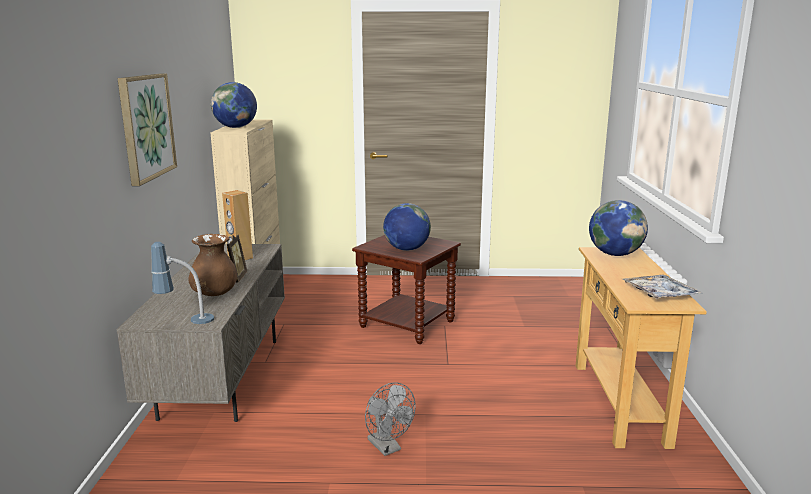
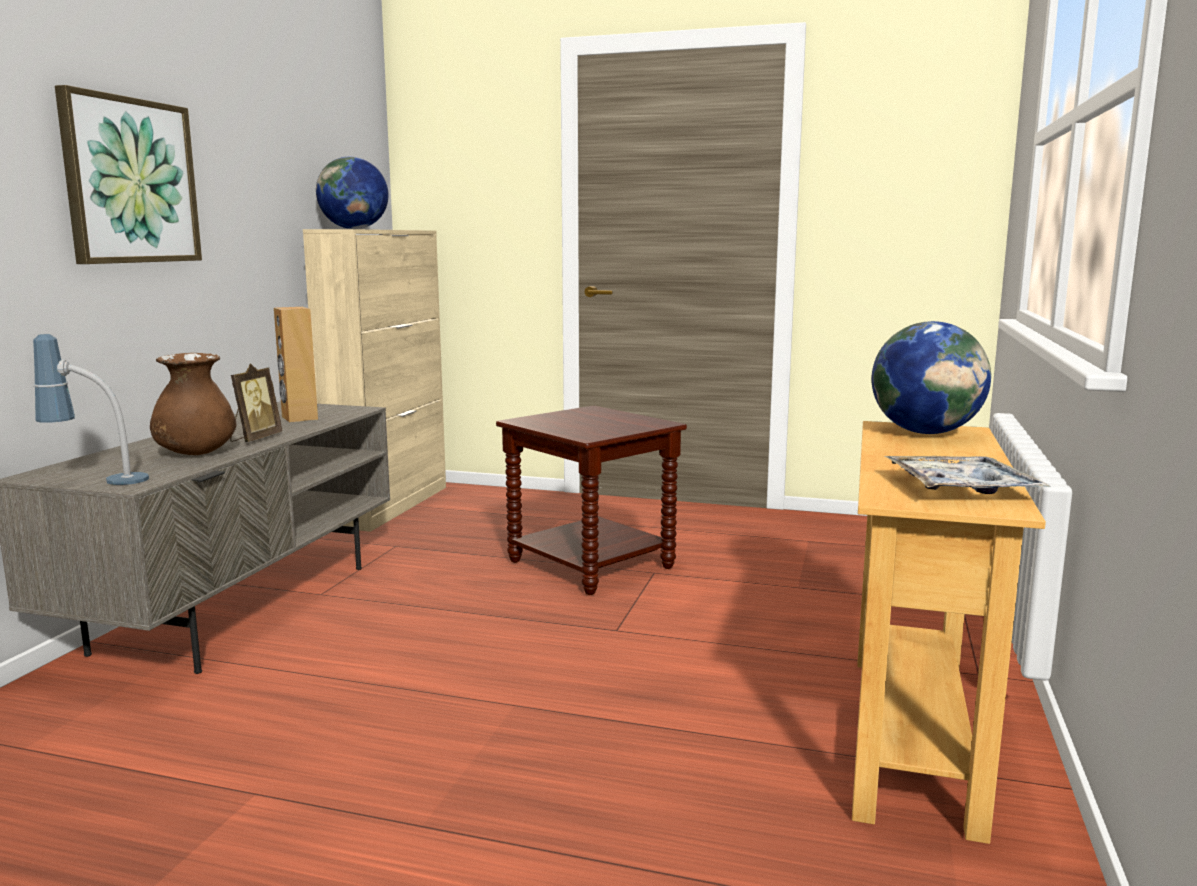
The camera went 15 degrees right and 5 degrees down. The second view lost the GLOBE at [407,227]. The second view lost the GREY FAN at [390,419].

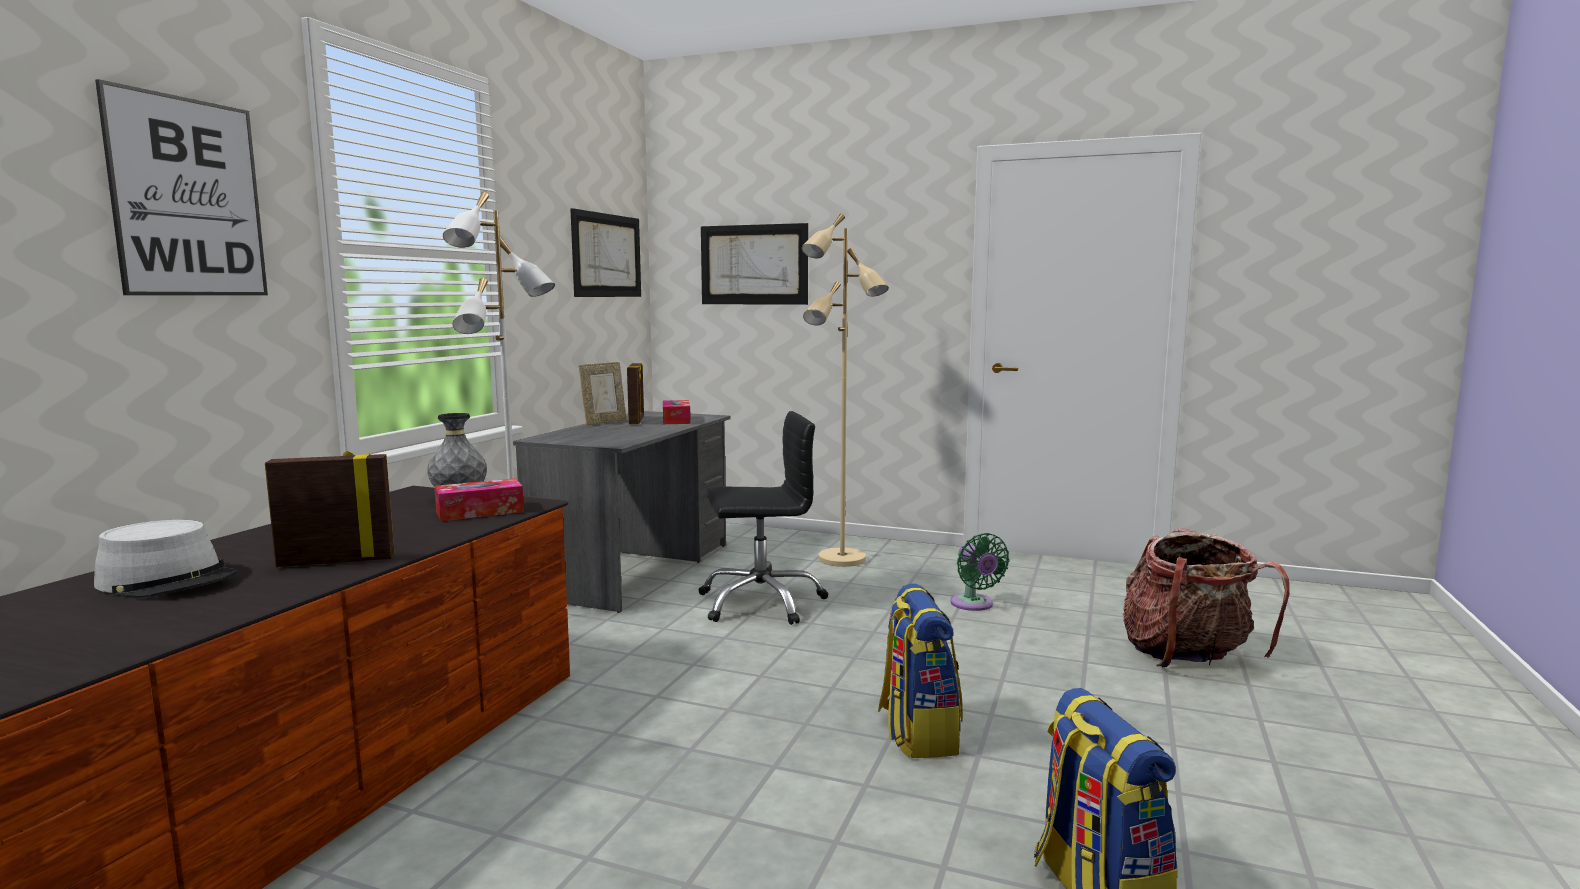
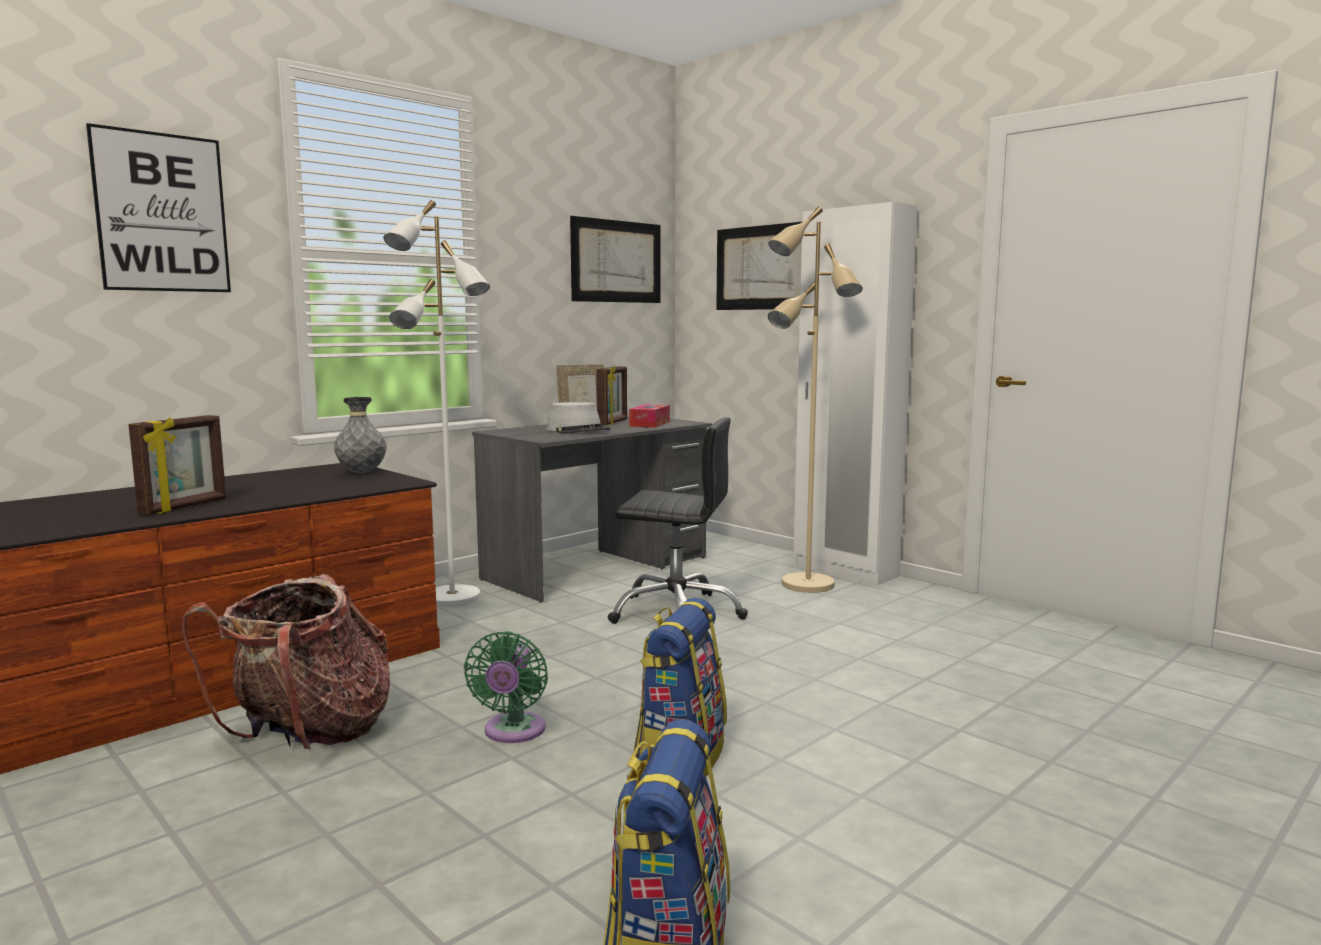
The camera went 25 degrees right and 0 degrees up. The PICTURE FRAME at [329,509] ended up facing another way, 105 degrees clockwise from before. The second view lost the TISSUE BOX at [479,499]. The GREY HAT ended up elsewhere, having gone from [166,559] to [578,418]. The BACKPACK ended up elsewhere, having gone from [1206,598] to [286,662]. The GREEN FAN ended up elsewhere, having gone from [980,572] to [506,687]. The second view gained the WHITE WARDROBE at [856,393].

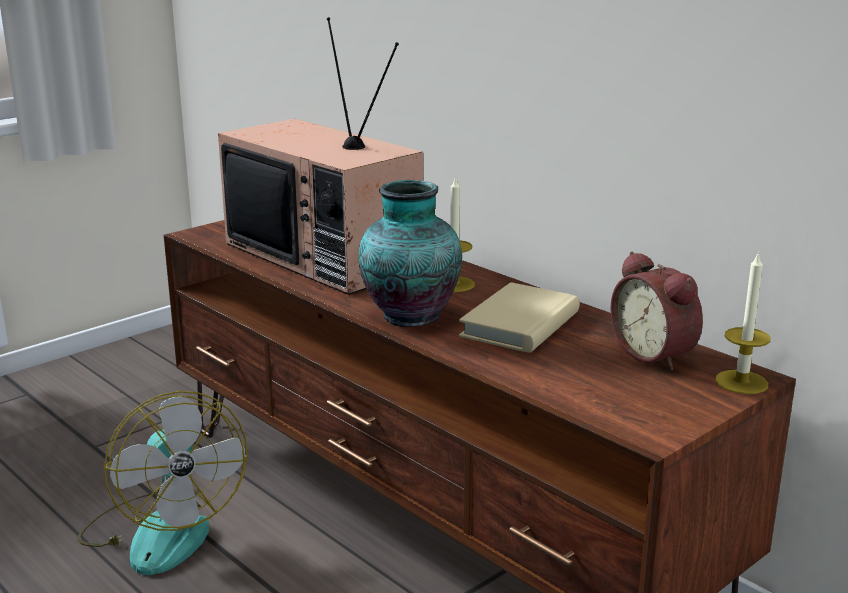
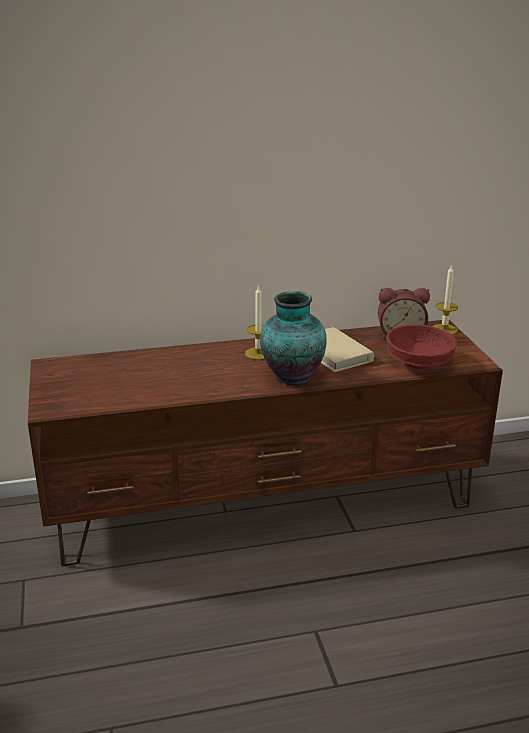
The camera went 60 degrees left and 5 degrees up. The second view lost the TELEVISION at [320,156]. The second view lost the FAN at [162,483]. The second view gained the RED BOWL at [421,346].

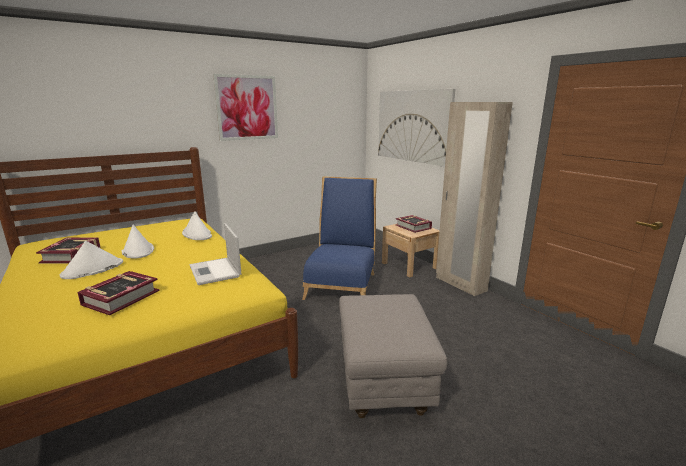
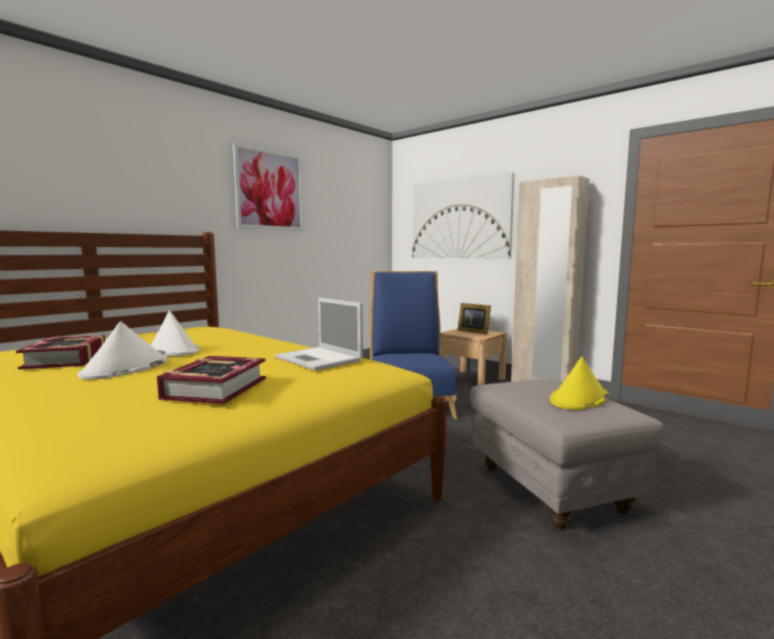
The camera went 15 degrees left and 10 degrees down. The second view lost the WHITE HAT at [197,225]. Where the BOOK stood at [414,224], the PICTURE FRAME came to stand at [474,318]. The second view gained the YELLOW HAT at [579,383].

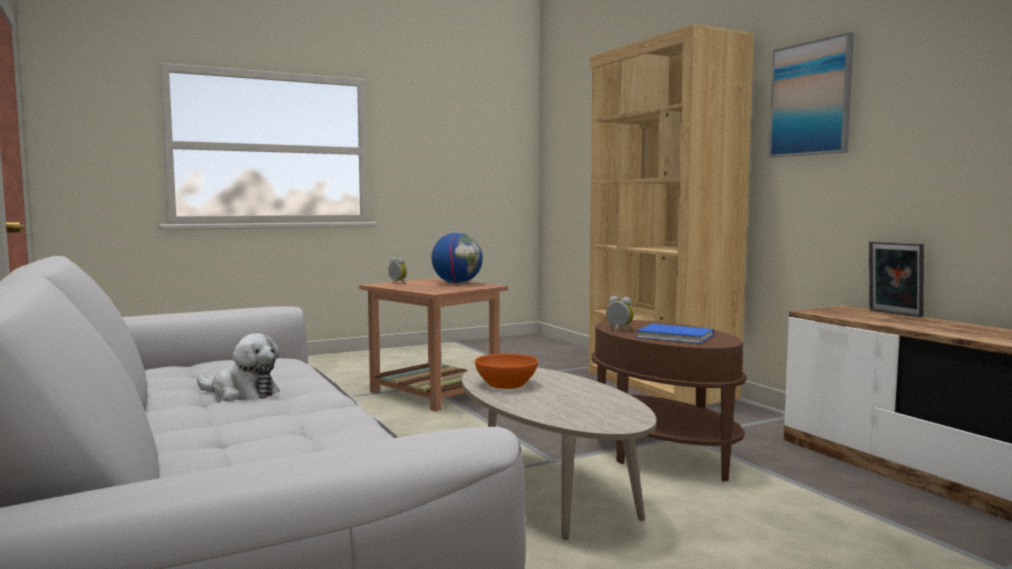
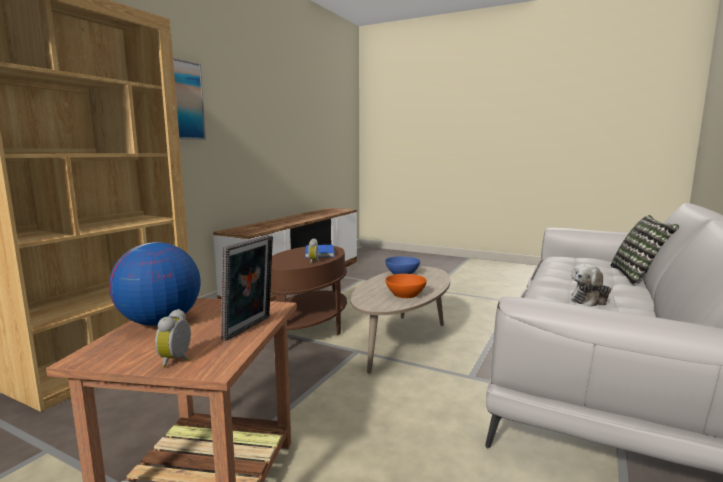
The camera went 125 degrees left and 5 degrees up. The PICTURE FRAME ended up elsewhere, having gone from [896,279] to [247,288]. The PLUSH TOY at [238,367] ended up facing another way, 105 degrees counterclockwise from before. The second view gained the PILLOW at [645,250]. The second view gained the BLUE BOWL at [402,265].

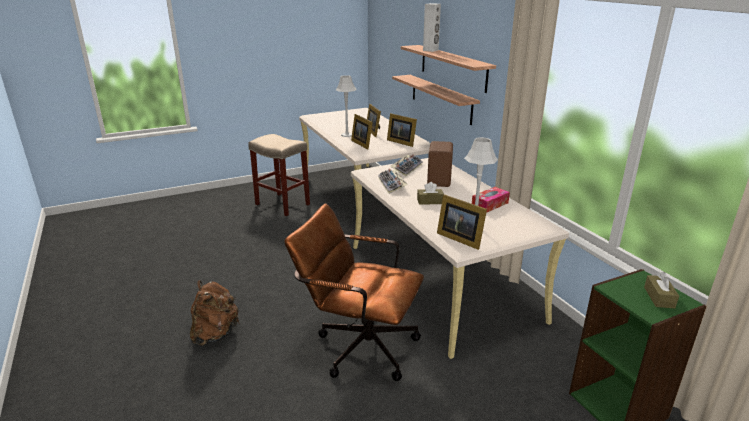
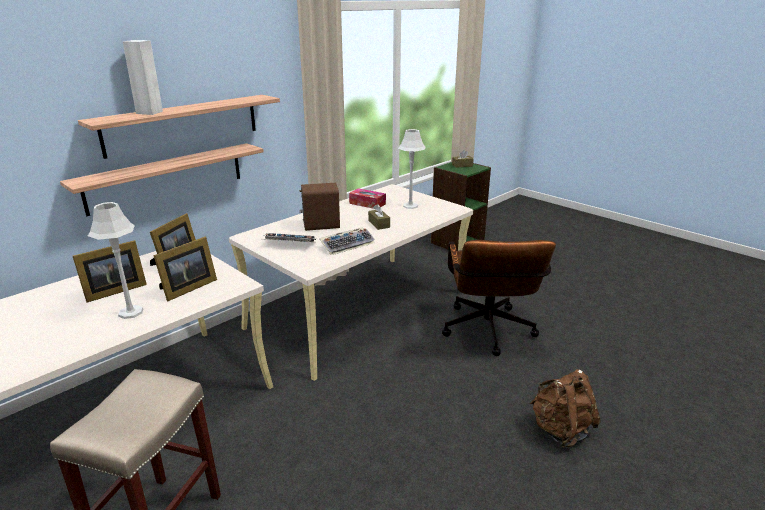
The camera went 110 degrees left and 0 degrees up. The second view lost the PICTURE FRAME at [462,222].

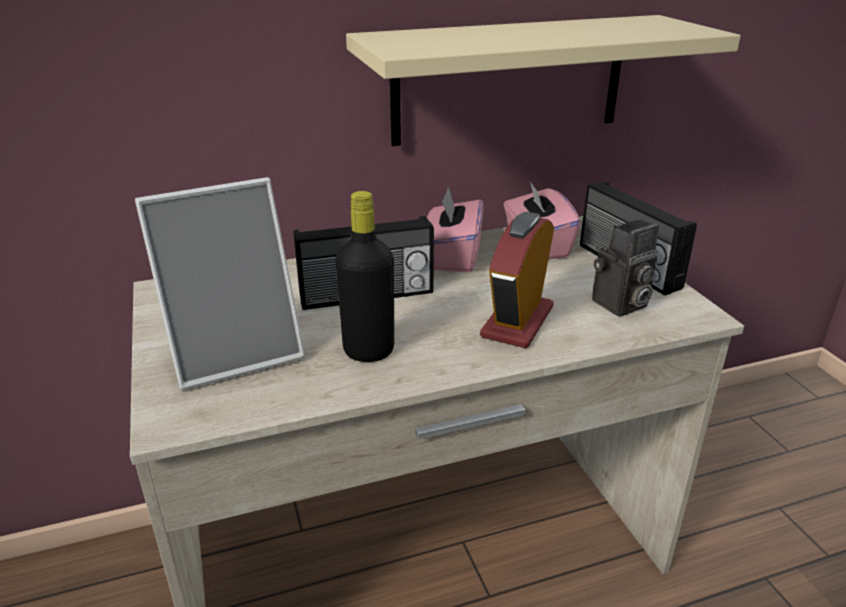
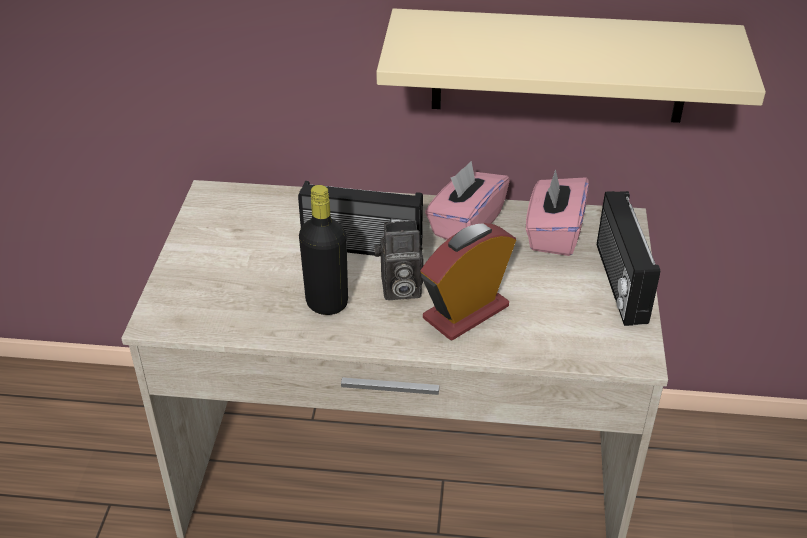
The camera went 25 degrees right and 10 degrees up. The second view lost the PICTURE FRAME at [220,283]. The PHOTO CAMERA ended up elsewhere, having gone from [625,267] to [399,260].

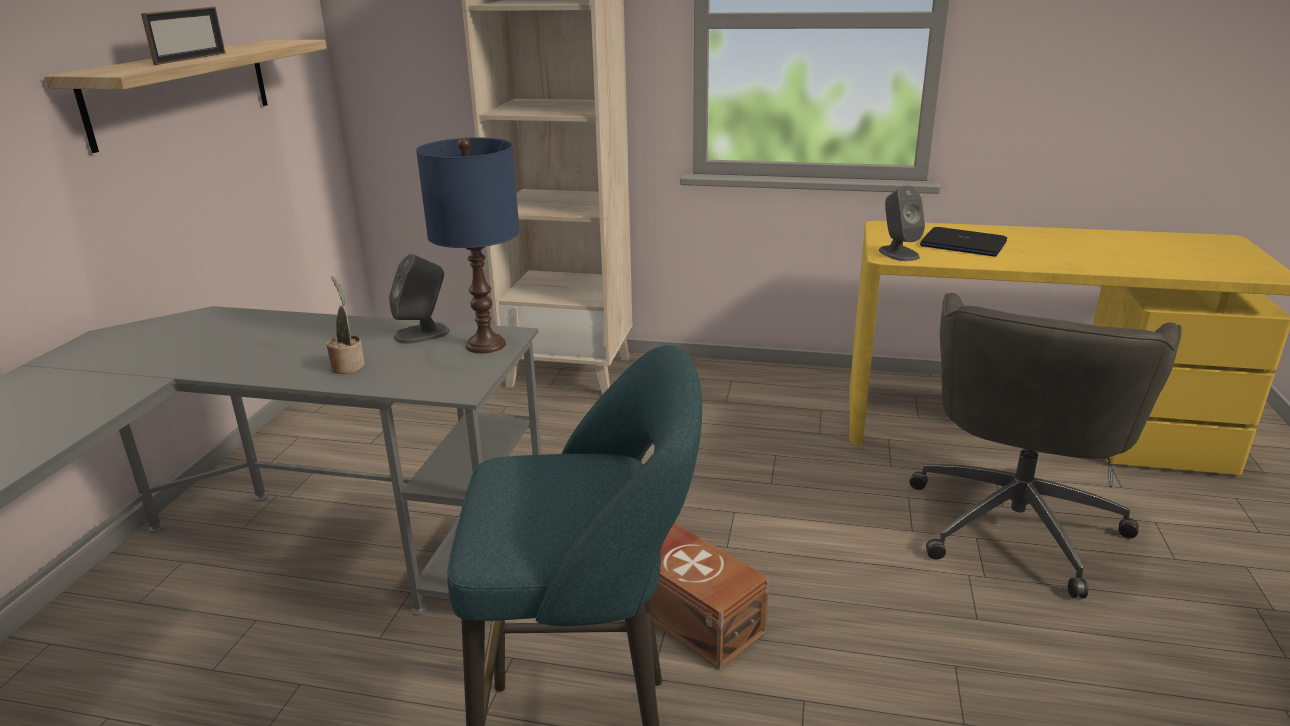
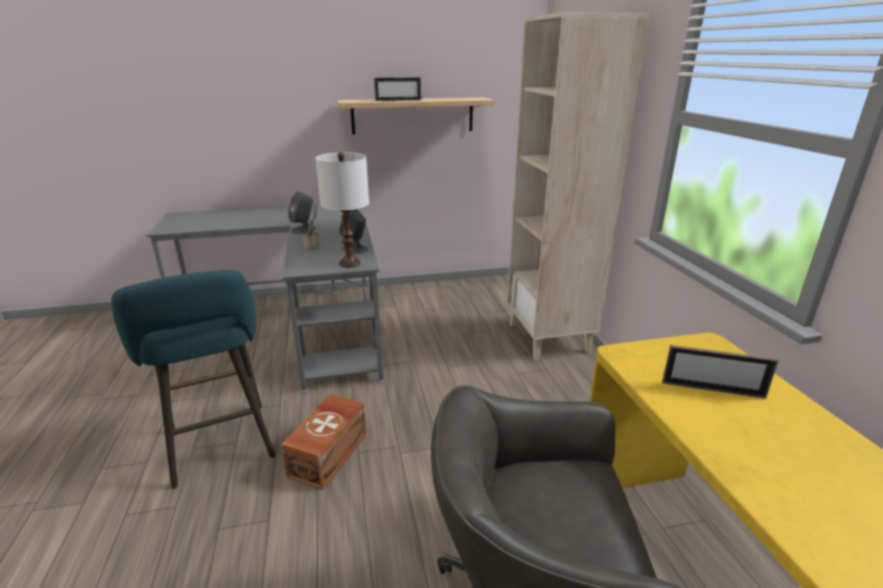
The camera went 65 degrees right and 0 degrees up. What was the BLUE TABLE LAMP at [468,245] turned into the WHITE TABLE LAMP at [342,210]. The GREY SPEAKER ended up elsewhere, having gone from [902,223] to [302,213]. Where the LAPTOP stood at [963,242], the PICTURE FRAME came to stand at [720,372].

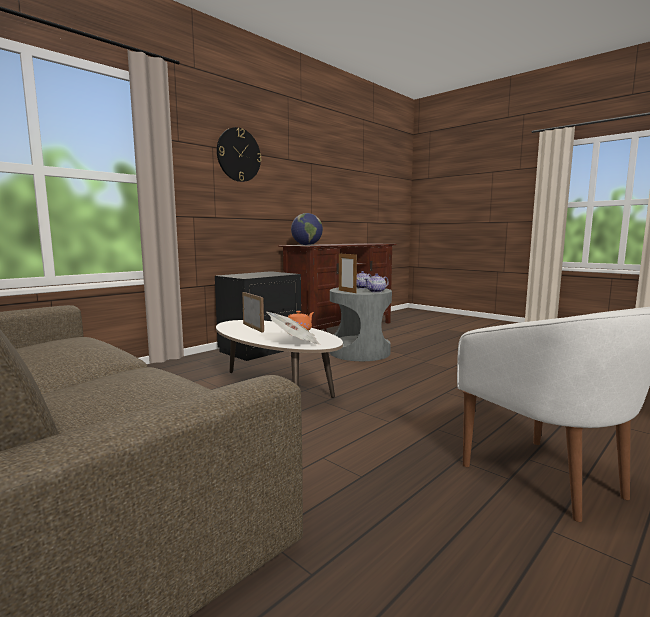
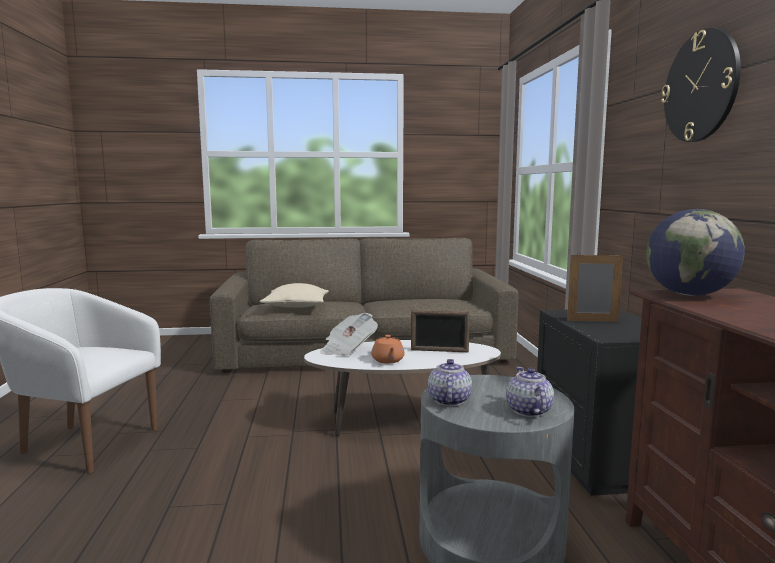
The camera went 130 degrees right and 0 degrees up. The PICTURE FRAME ended up elsewhere, having gone from [348,272] to [595,287]. The second view gained the BEIGE PILLOW at [294,295].

